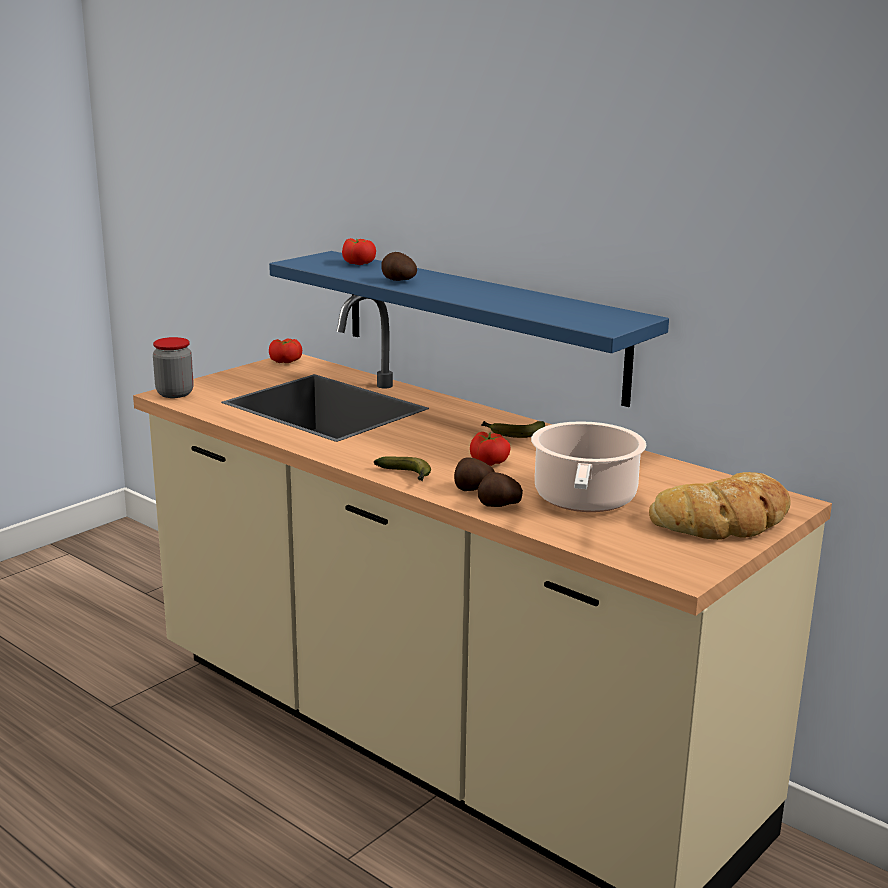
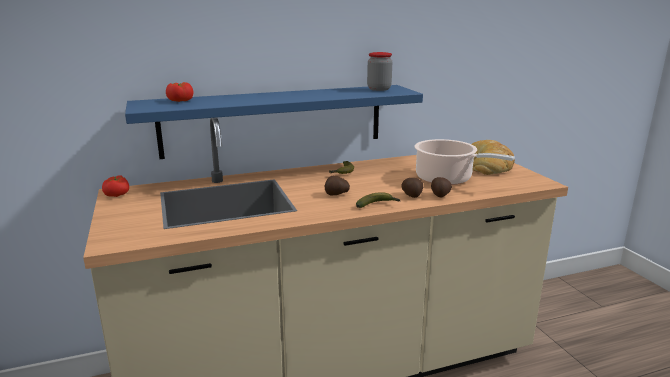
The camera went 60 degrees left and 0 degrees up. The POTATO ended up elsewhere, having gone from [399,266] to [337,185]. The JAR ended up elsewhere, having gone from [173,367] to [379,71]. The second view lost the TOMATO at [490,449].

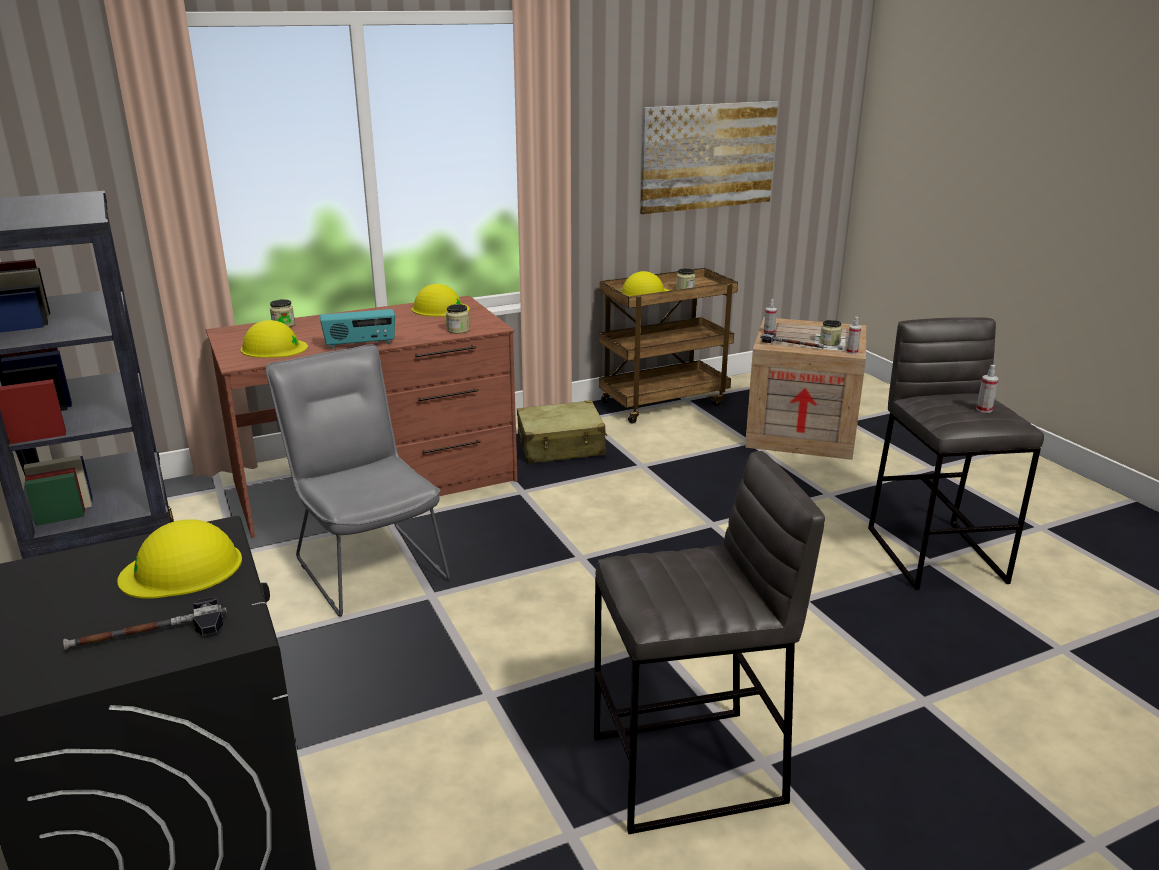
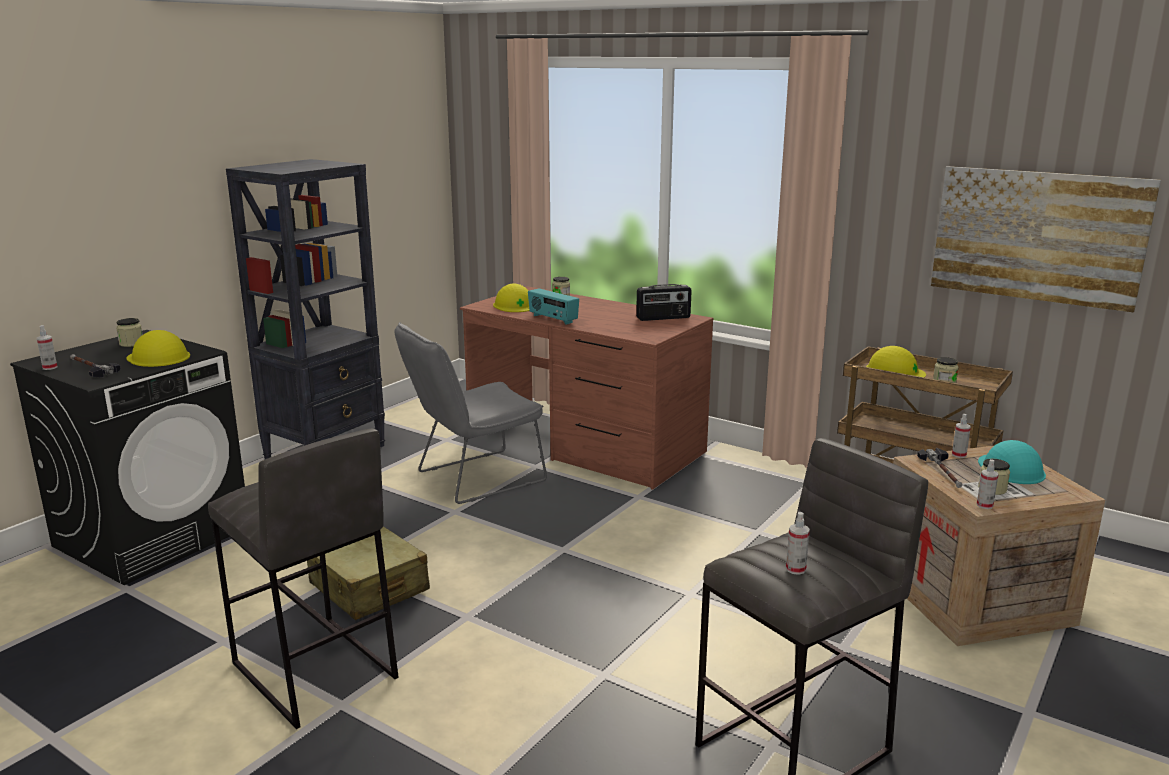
The camera went 60 degrees right and 5 degrees down. Where the YELLOW HARD HAT stood at [441,300], the RADIO came to stand at [664,302]. The JAR ended up elsewhere, having gone from [458,319] to [129,332]. The GREY CHAIR at [357,481] ended up facing another way, 150 degrees counterclockwise from before. The BEIGE SUITCASE ended up elsewhere, having gone from [562,432] to [368,573]. The second view gained the SPRAY BOTTLE at [47,347]. The second view gained the TURQUOISE HARD HAT at [1012,462].

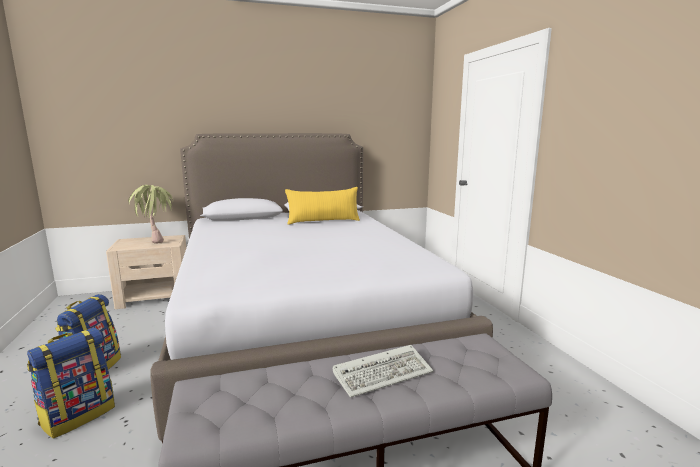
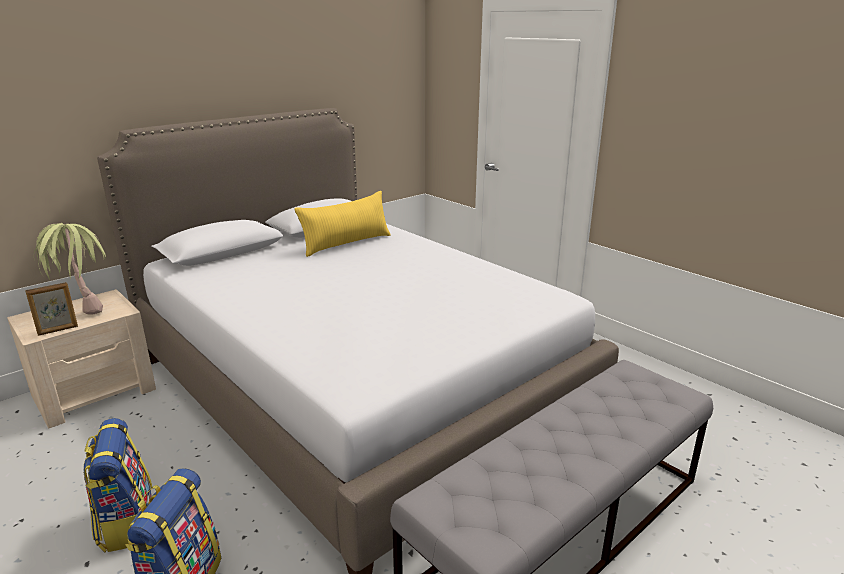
The camera went 25 degrees left and 10 degrees up. The second view lost the KEYBOARD at [383,371]. The second view gained the PICTURE FRAME at [51,309].

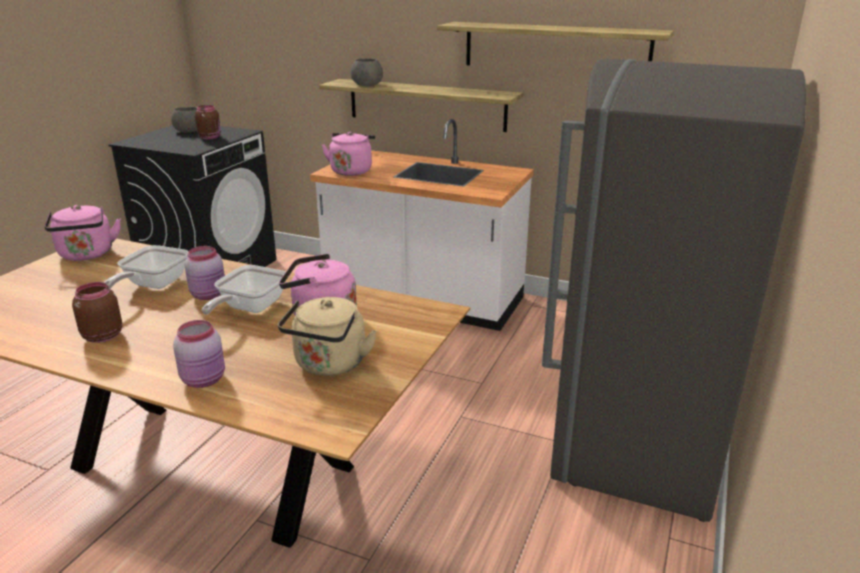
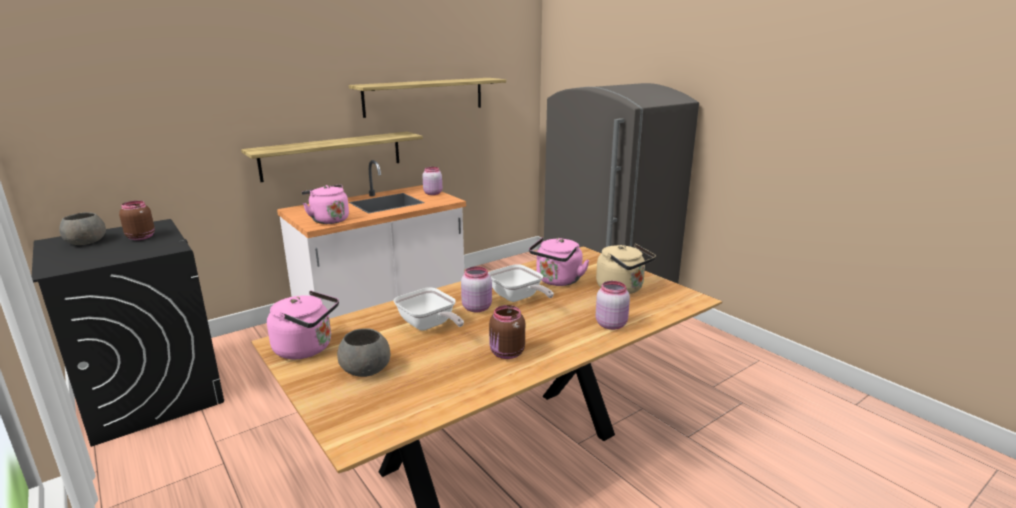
The camera went 60 degrees left and 5 degrees down. The GREY BOWL ended up elsewhere, having gone from [367,72] to [363,352]. The second view gained the PINK JAR at [432,181].

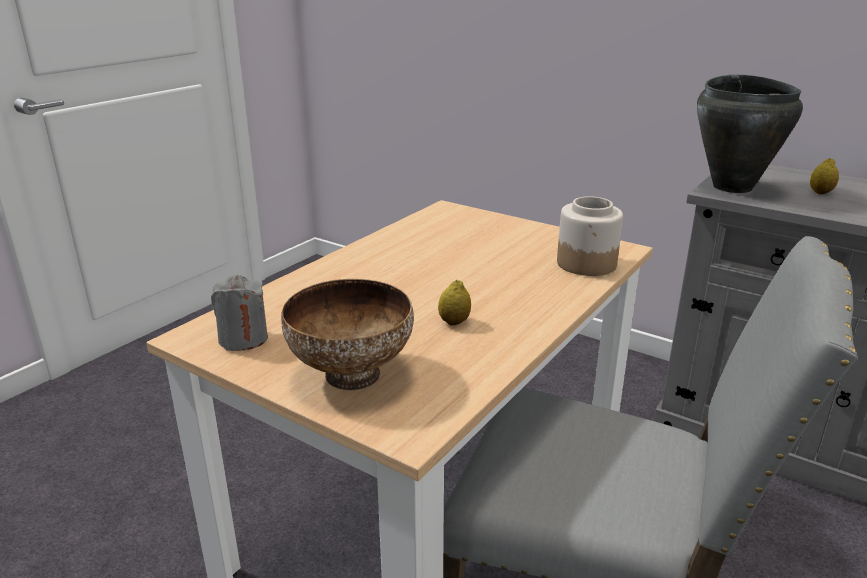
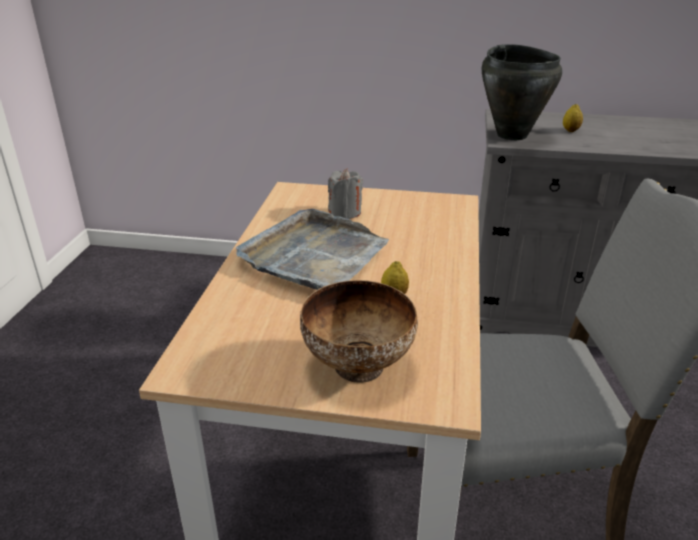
The camera went 25 degrees left and 5 degrees up. The second view lost the JAR at [590,236]. The GREY CANDLE ended up elsewhere, having gone from [239,313] to [345,193]. The second view gained the GREY TRAY at [312,249].

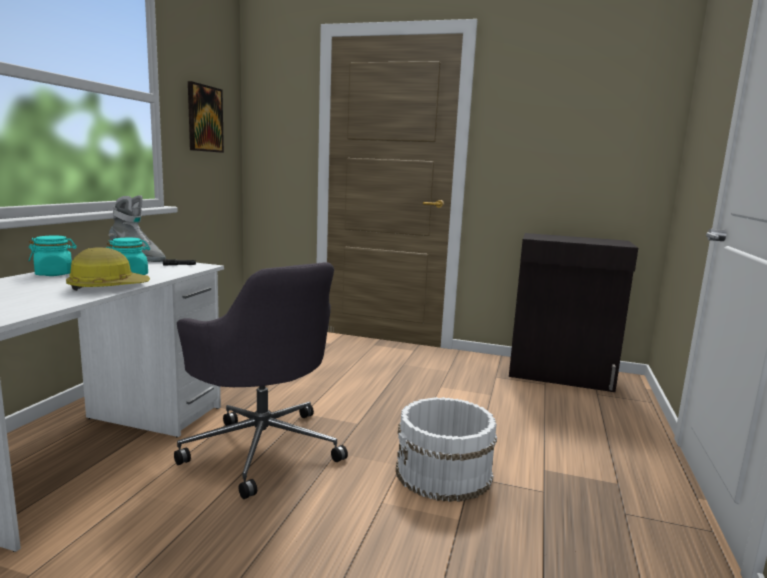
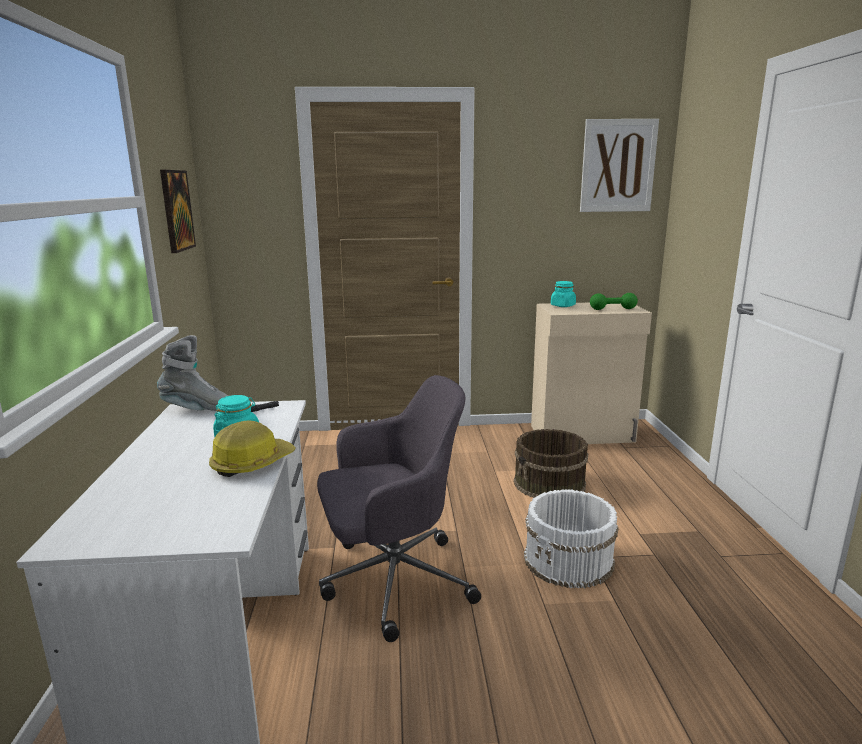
The camera went 20 degrees left and 5 degrees up. What was the BLACK CABINET at [573,312] turned into the BEIGE CABINET at [591,373]. The TURQUOISE JAR ended up elsewhere, having gone from [52,256] to [563,294]. The GREY OFFICE CHAIR at [261,380] ended up facing another way, 45 degrees counterclockwise from before. The second view gained the PICTURE at [619,165]. The second view gained the GREEN DUMBBELL at [614,301]. The second view gained the BROWN BUCKET at [551,463].

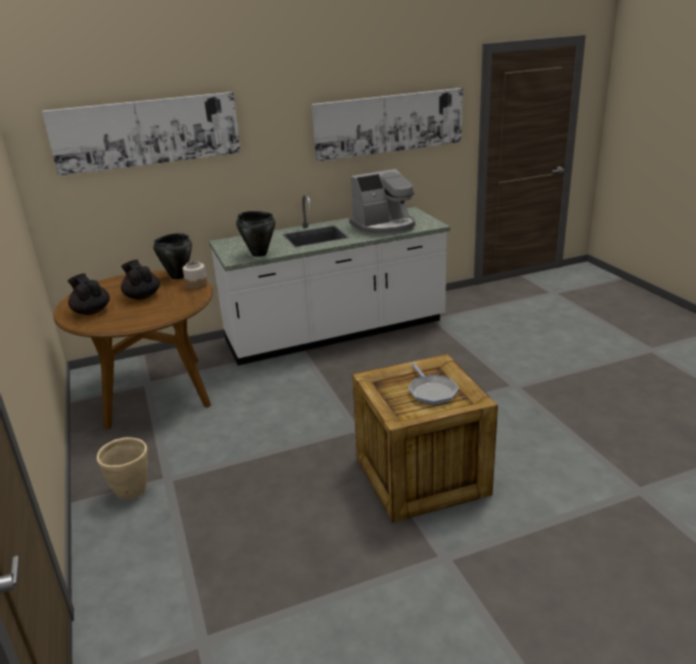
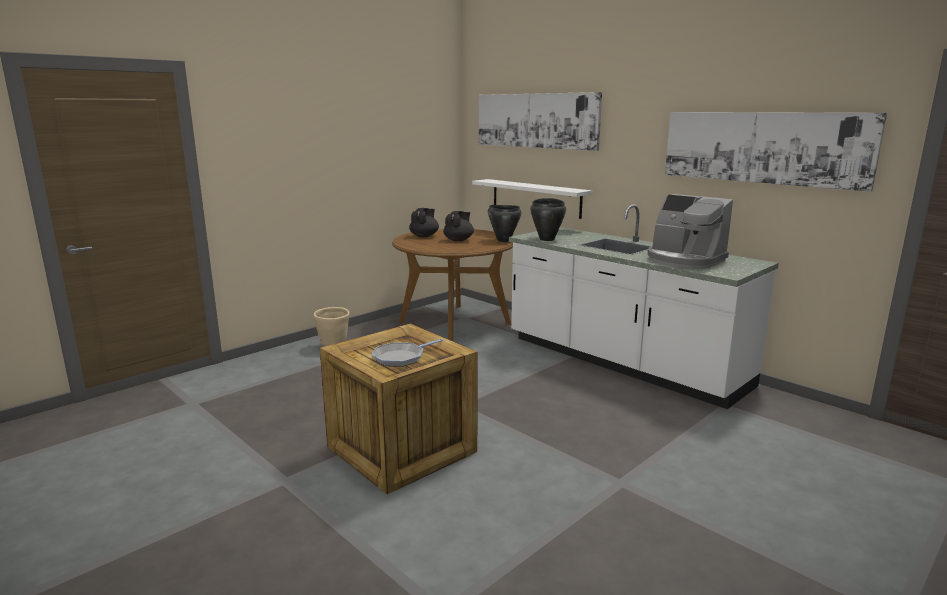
The camera went 65 degrees right and 10 degrees down. The second view lost the JAR at [195,275]. The second view gained the WHITE SHELF at [532,199].

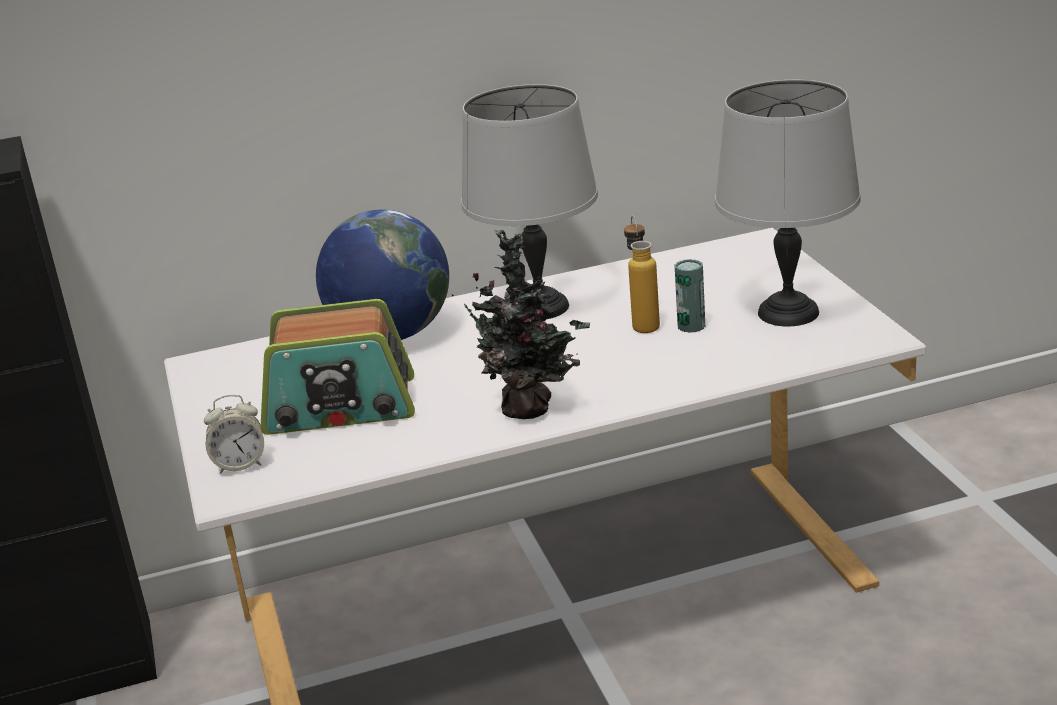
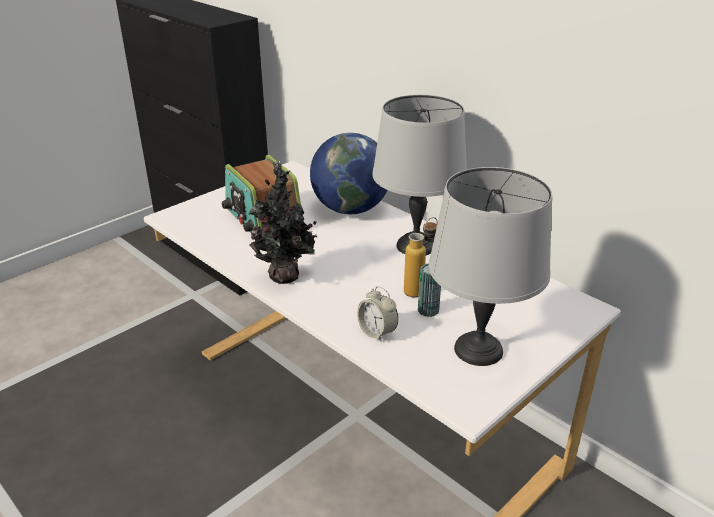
The camera went 60 degrees right and 5 degrees up. The ALARM CLOCK ended up elsewhere, having gone from [234,434] to [377,314].

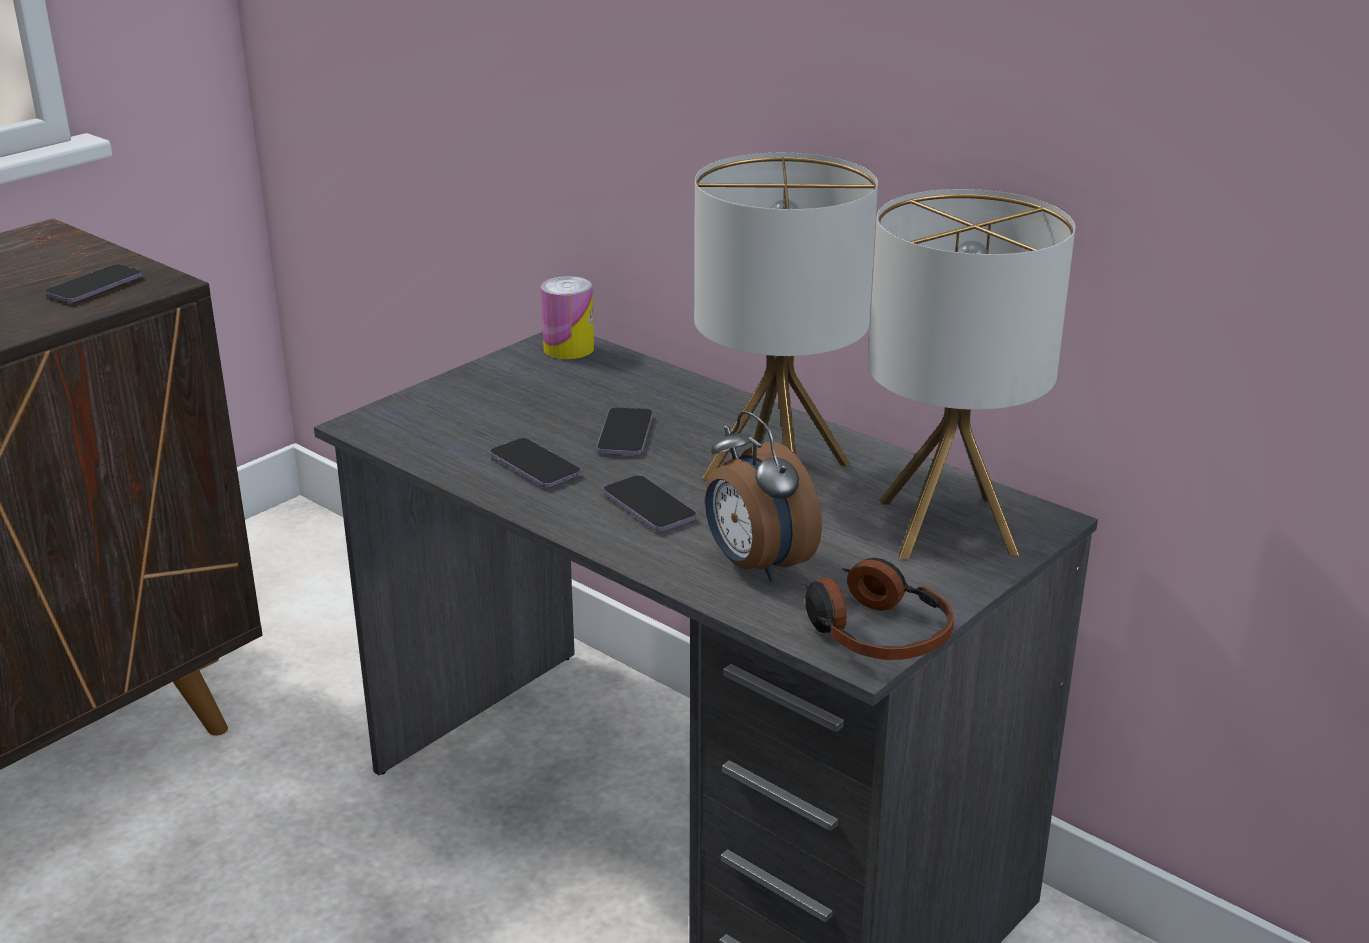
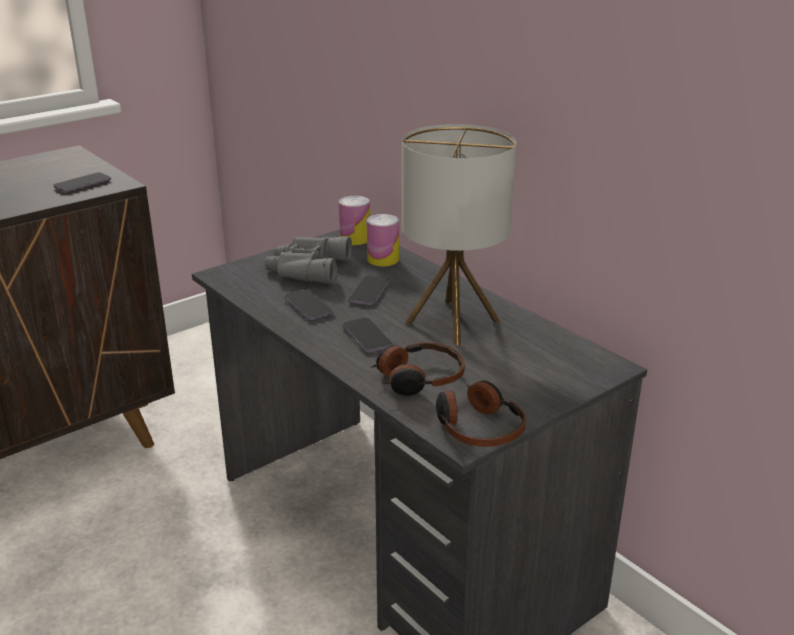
The camera went 10 degrees right and 0 degrees up. The second view lost the TABLE LAMP at [971,374]. Where the ALARM CLOCK stood at [763,496], the HEADPHONES came to stand at [417,369]. The second view gained the CAN at [383,240]. The second view gained the GREY BINOCULARS at [308,260].

